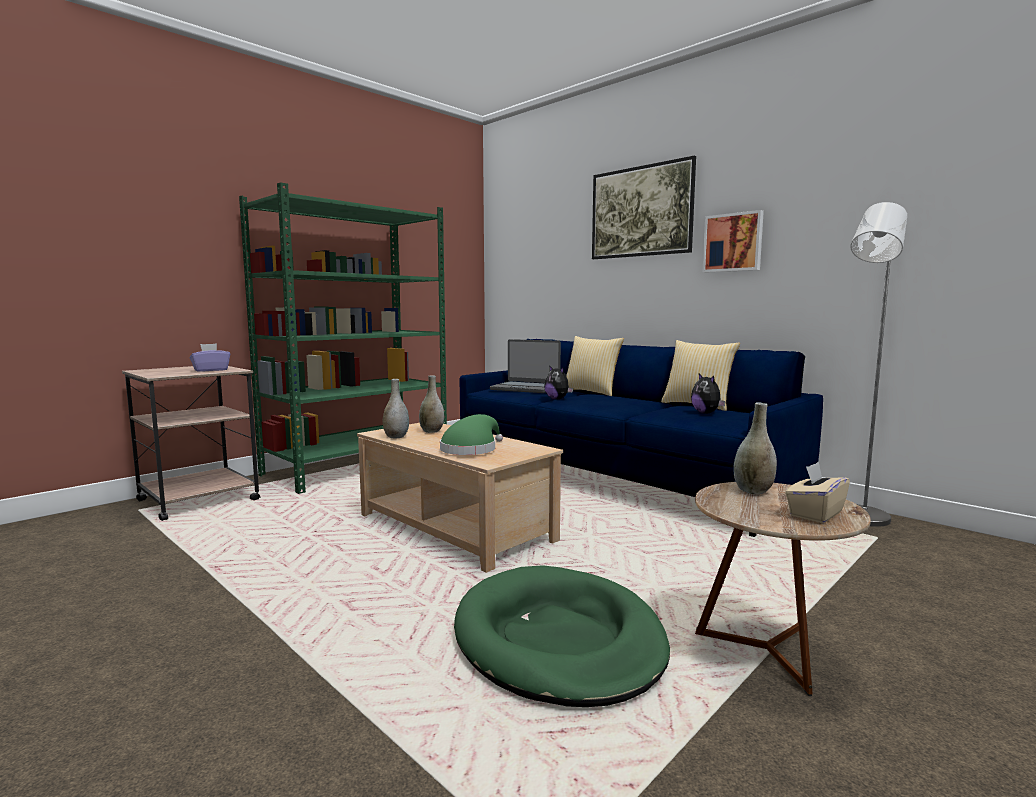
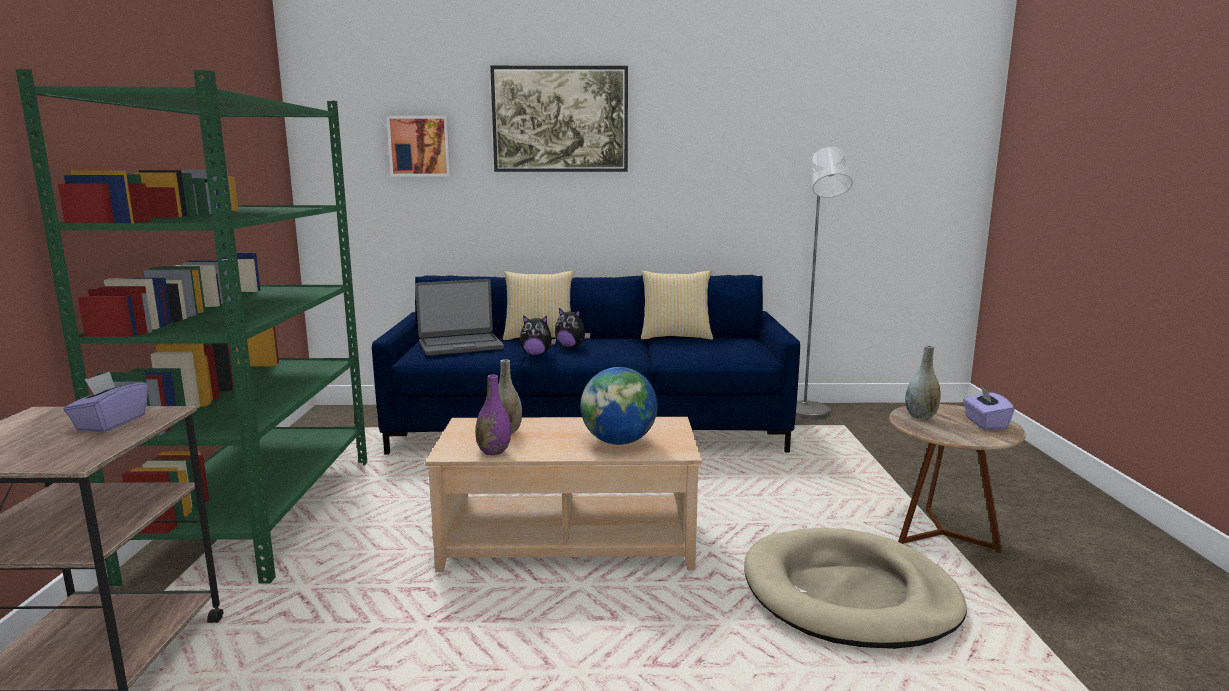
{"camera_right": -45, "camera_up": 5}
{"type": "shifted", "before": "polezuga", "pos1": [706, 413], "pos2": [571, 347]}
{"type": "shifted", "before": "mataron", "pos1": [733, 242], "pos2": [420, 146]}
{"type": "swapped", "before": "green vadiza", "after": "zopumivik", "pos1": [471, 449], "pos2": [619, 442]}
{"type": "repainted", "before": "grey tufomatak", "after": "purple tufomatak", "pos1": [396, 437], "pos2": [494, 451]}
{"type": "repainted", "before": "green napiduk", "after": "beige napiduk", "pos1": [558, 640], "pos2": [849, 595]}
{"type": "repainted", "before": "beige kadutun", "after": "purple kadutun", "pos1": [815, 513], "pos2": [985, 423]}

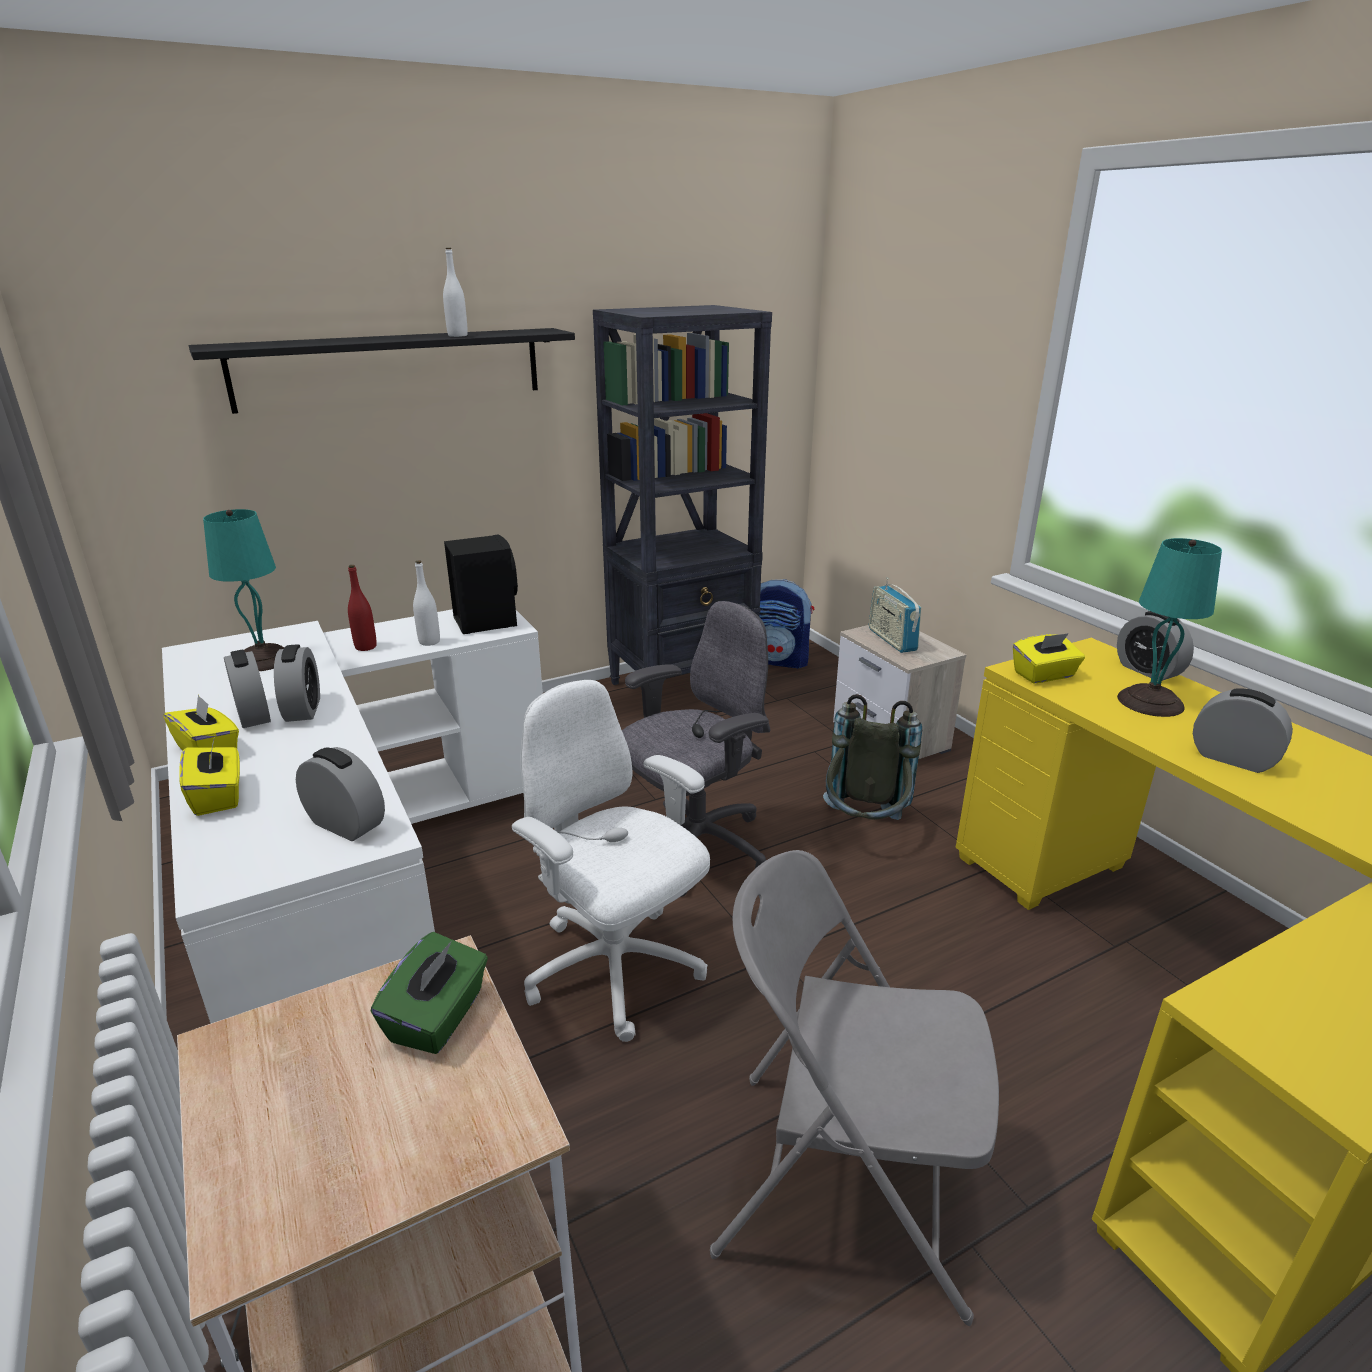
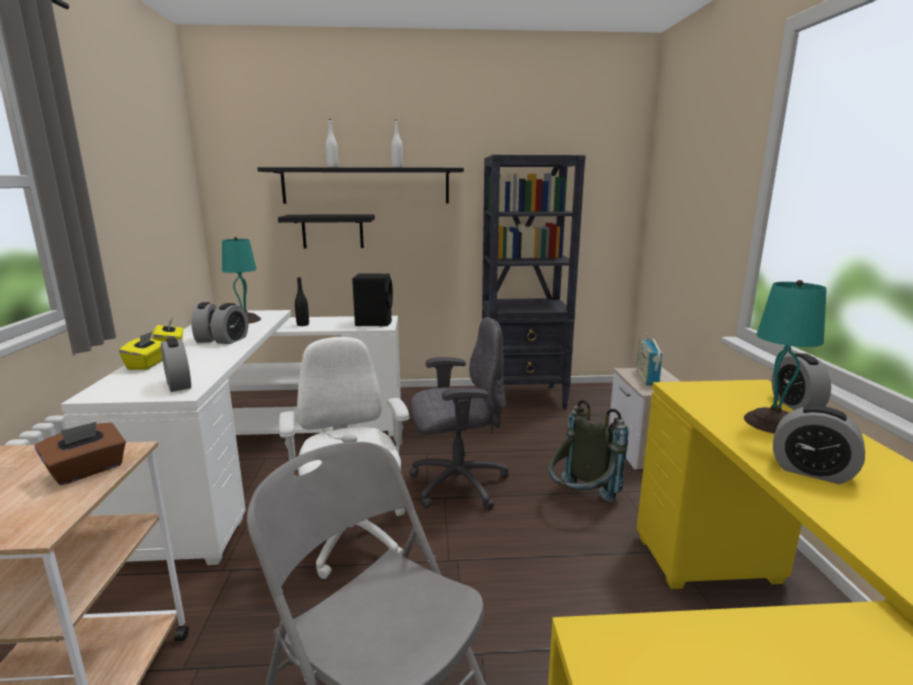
{"camera_right": 25, "camera_up": -10}
{"type": "gone", "before": "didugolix", "pos1": [779, 660]}
{"type": "gone", "before": "yellow kadutun", "pos1": [1044, 675]}
{"type": "new", "after": "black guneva", "pos2": [332, 231]}
{"type": "shifted", "before": "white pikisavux", "pos1": [429, 642], "pos2": [332, 167]}
{"type": "repainted", "before": "red pikisavux", "after": "black pikisavux", "pos1": [366, 647], "pos2": [303, 324]}
{"type": "repainted", "before": "green kadutun", "after": "brown kadutun", "pos1": [438, 1017], "pos2": [87, 470]}
{"type": "rotated", "before": "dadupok", "pos1": [1232, 758], "pos2": [811, 471], "turn": 150}

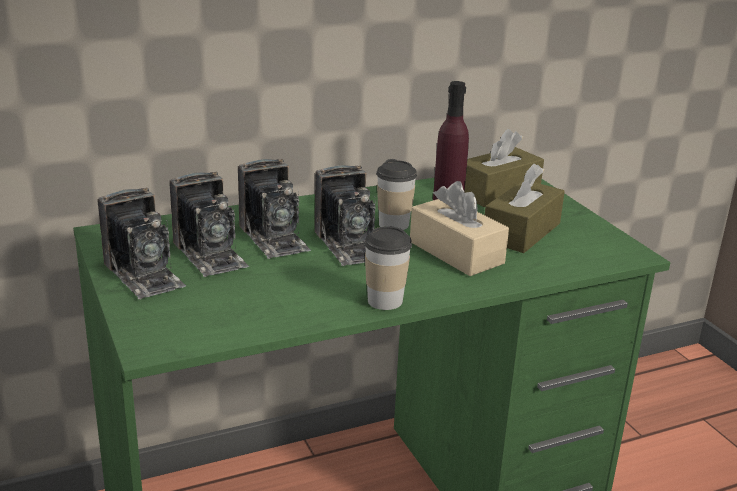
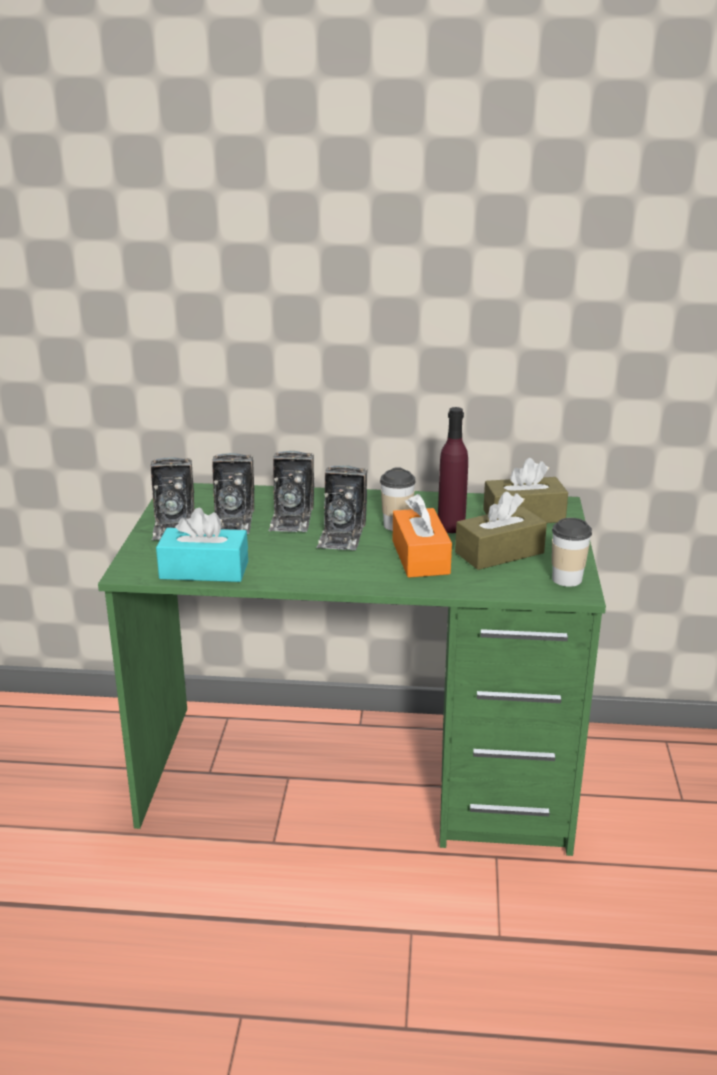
{"camera_right": 30, "camera_up": 0}
{"type": "new", "after": "turquoise kadutun", "pos2": [204, 570]}
{"type": "shifted", "before": "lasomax", "pos1": [385, 301], "pos2": [567, 579]}
{"type": "repainted", "before": "beige kadutun", "after": "orange kadutun", "pos1": [456, 252], "pos2": [420, 557]}

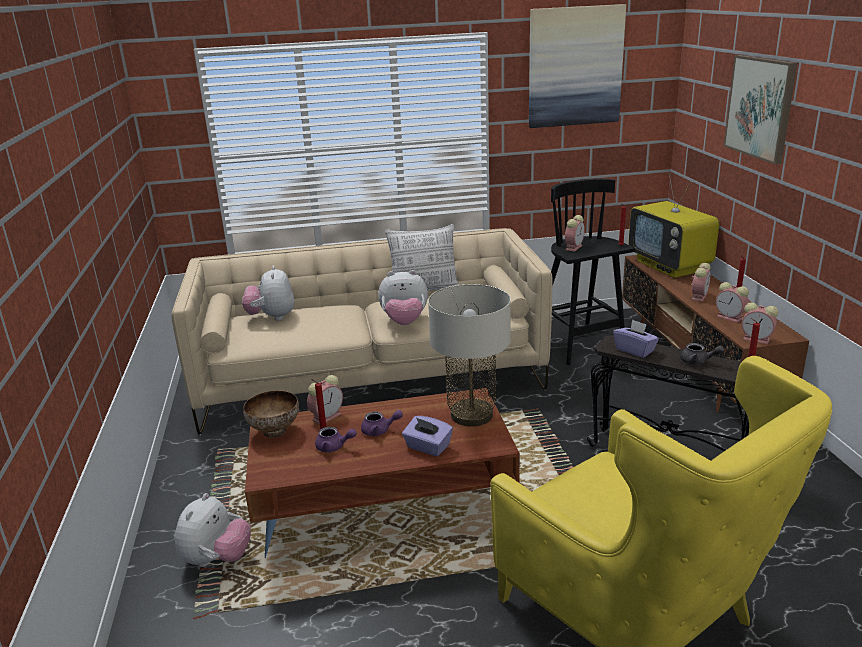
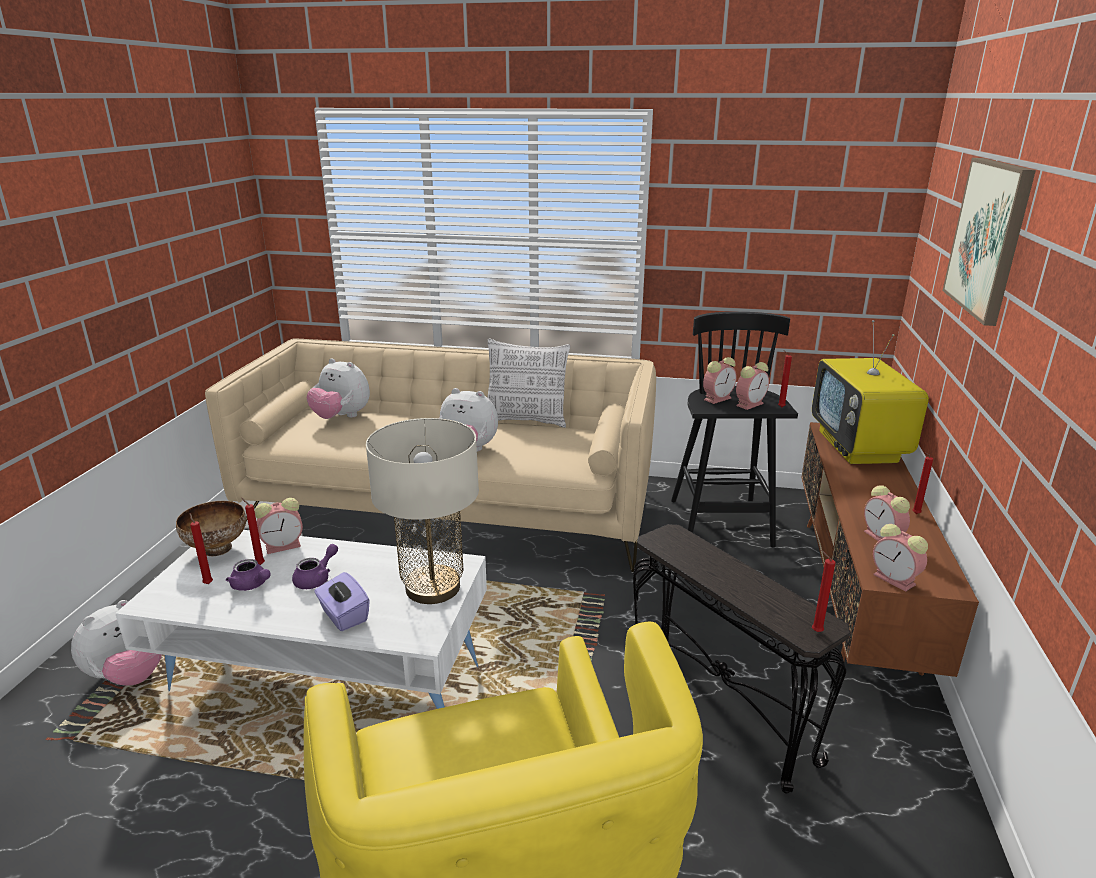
{"camera_right": 20, "camera_up": 0}
{"type": "gone", "before": "mataron", "pos1": [575, 67]}
{"type": "gone", "before": "purple kadutun", "pos1": [634, 350]}
{"type": "gone", "before": "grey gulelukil", "pos1": [698, 362]}
{"type": "new", "after": "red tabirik", "pos2": [208, 583]}
{"type": "shifted", "before": "dadupok", "pos1": [699, 296], "pos2": [750, 404]}
{"type": "repainted", "before": "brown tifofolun", "after": "white tifofolun", "pos1": [385, 514], "pos2": [327, 679]}
{"type": "rotated", "before": "polezuga", "pos1": [272, 317], "pos2": [341, 417], "turn": -75}
{"type": "rotated", "before": "purple gulelukil", "pos1": [380, 431], "pos2": [317, 579], "turn": -75}

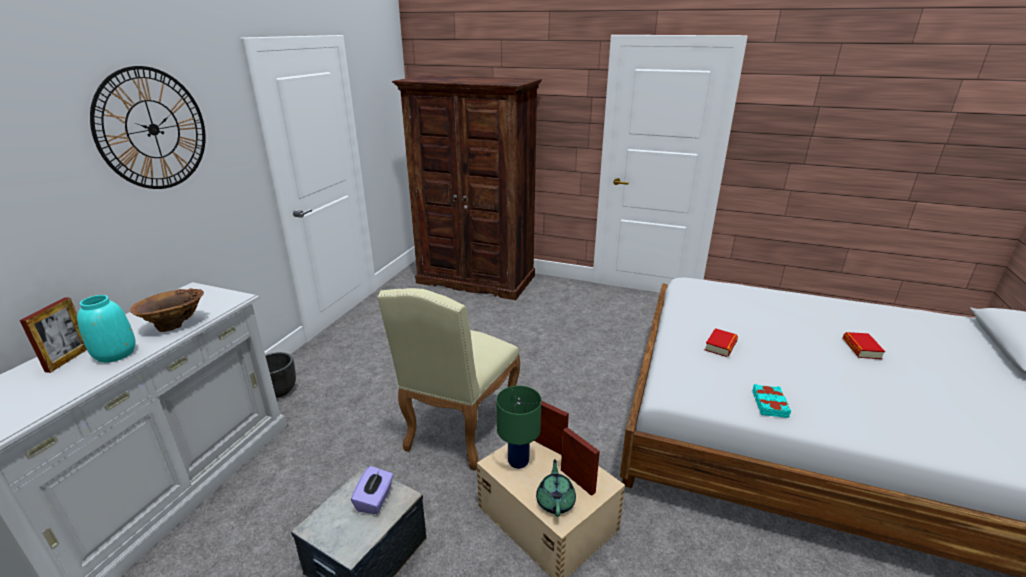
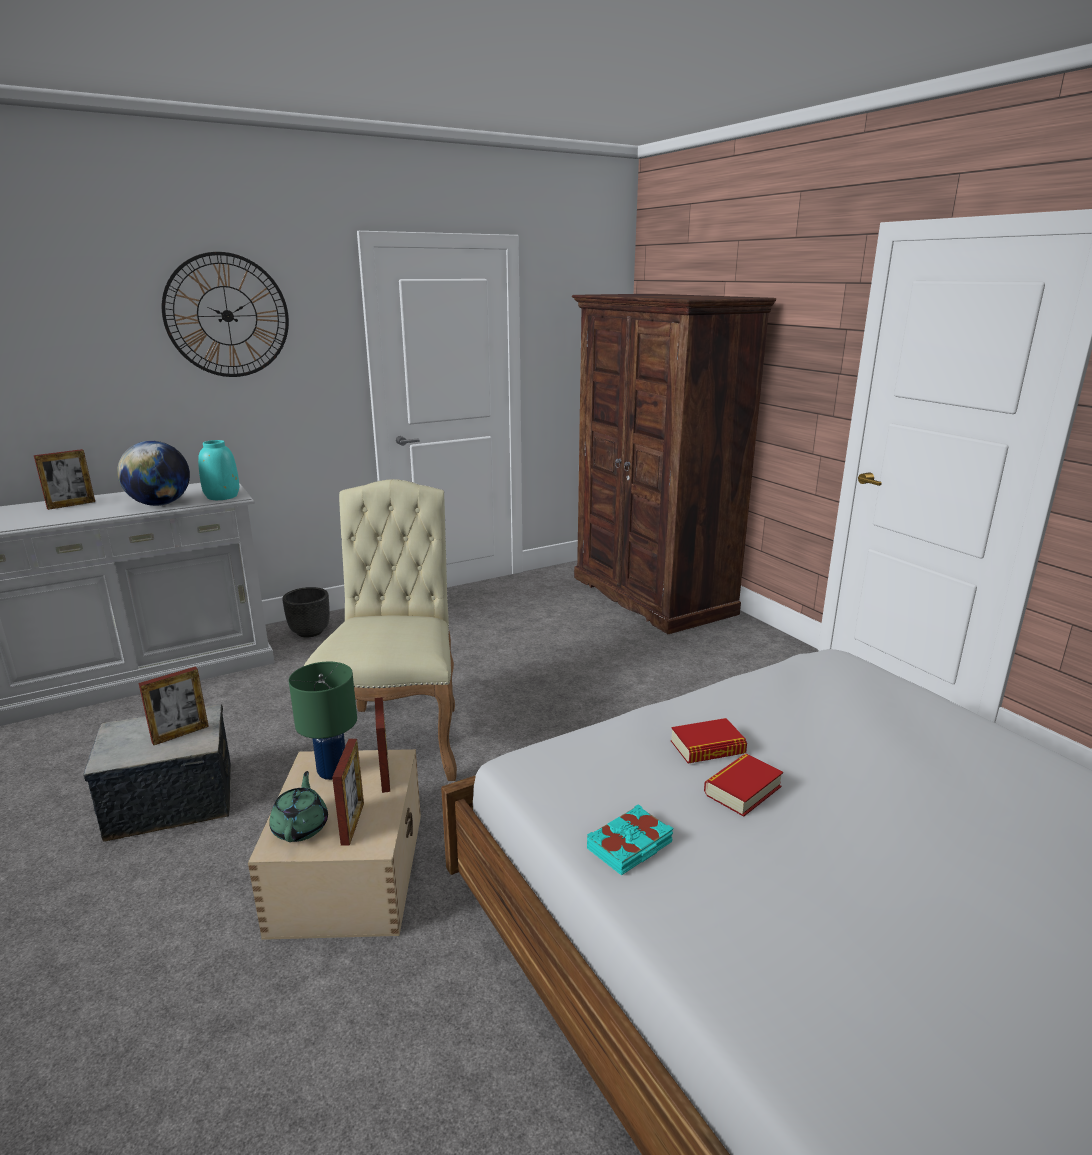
{"camera_right": 40, "camera_up": -5}
{"type": "shifted", "before": "turquoise tufomatak", "pos1": [115, 354], "pos2": [221, 496]}
{"type": "shifted", "before": "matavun", "pos1": [861, 349], "pos2": [742, 790]}
{"type": "swapped", "before": "brown tufomatak", "after": "zopumivik", "pos1": [176, 326], "pos2": [160, 504]}
{"type": "swapped", "before": "purple kadutun", "after": "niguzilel", "pos1": [375, 500], "pos2": [180, 734]}
{"type": "rotated", "before": "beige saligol", "pos1": [458, 430], "pos2": [397, 739], "turn": 120}
{"type": "rotated", "before": "green gulelukil", "pos1": [555, 501], "pos2": [301, 827], "turn": -45}

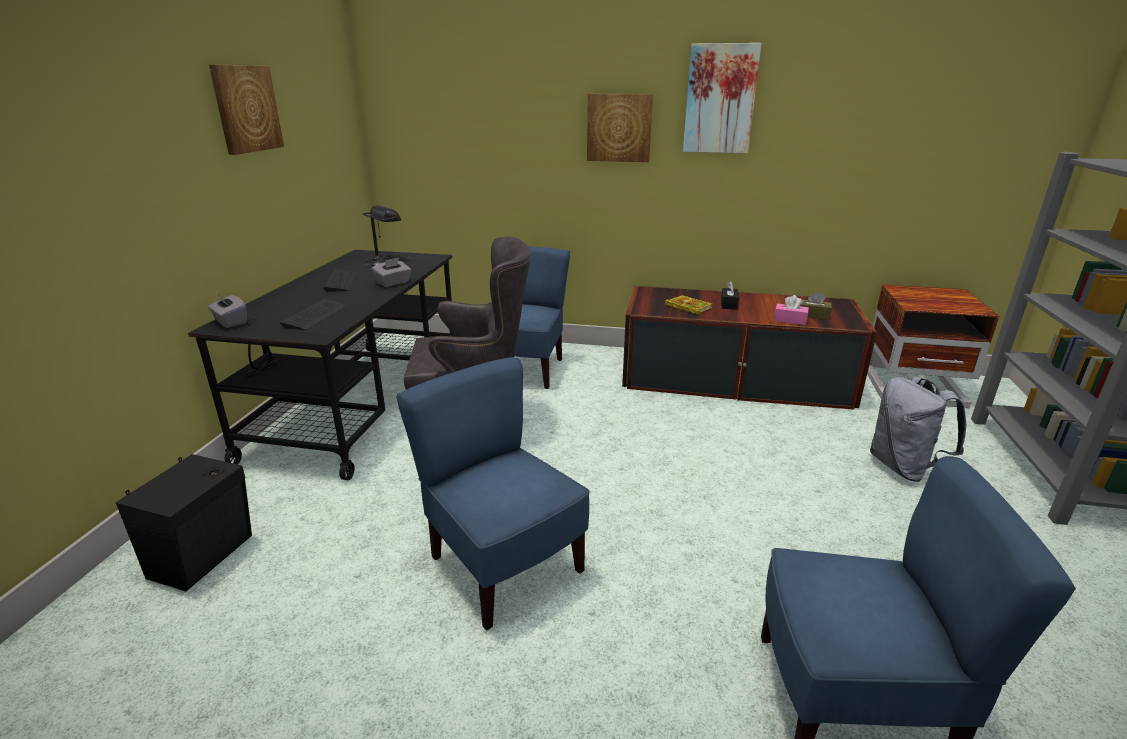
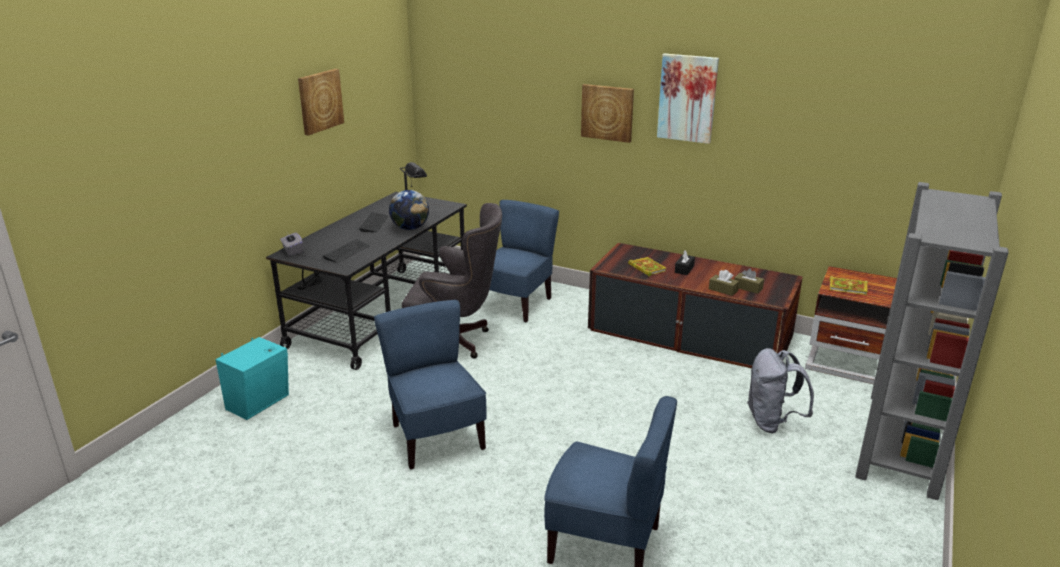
{"camera_right": 15, "camera_up": 0}
{"type": "new", "after": "matavun", "pos2": [849, 288]}
{"type": "swapped", "before": "grey kadutun", "after": "zopumivik", "pos1": [393, 283], "pos2": [410, 228]}
{"type": "repainted", "before": "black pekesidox", "after": "turquoise pekesidox", "pos1": [206, 556], "pos2": [260, 402]}
{"type": "repainted", "before": "pink kadutun", "after": "brown kadutun", "pos1": [790, 320], "pos2": [723, 290]}

